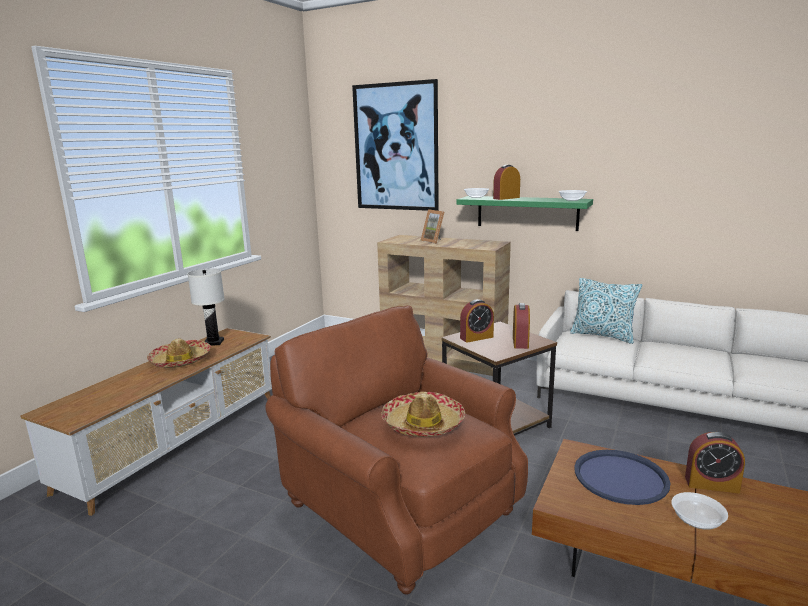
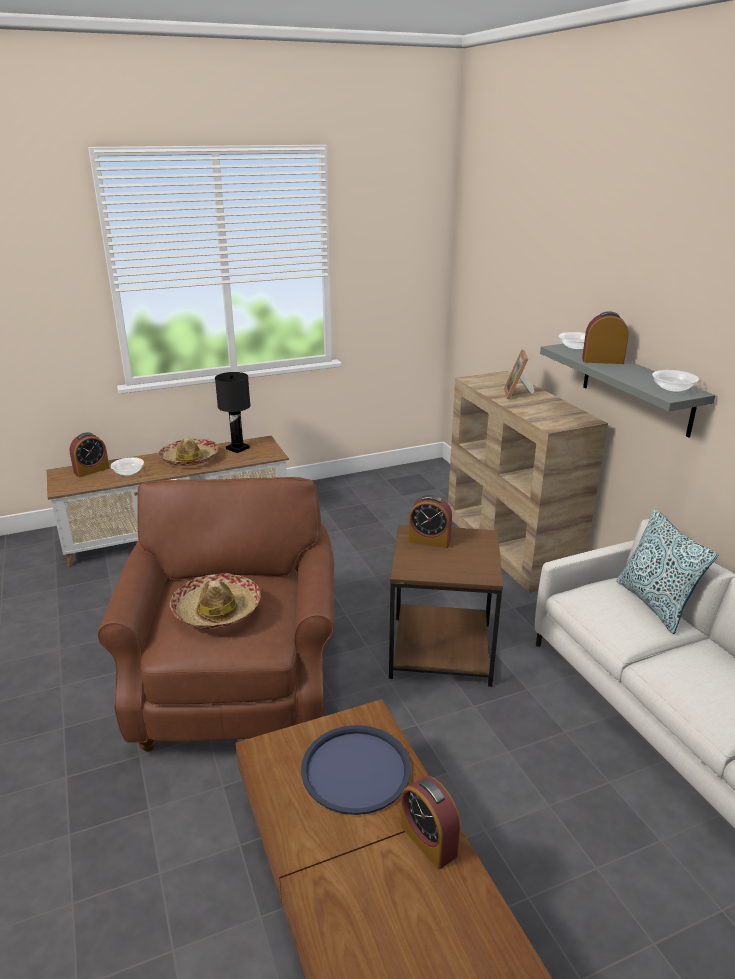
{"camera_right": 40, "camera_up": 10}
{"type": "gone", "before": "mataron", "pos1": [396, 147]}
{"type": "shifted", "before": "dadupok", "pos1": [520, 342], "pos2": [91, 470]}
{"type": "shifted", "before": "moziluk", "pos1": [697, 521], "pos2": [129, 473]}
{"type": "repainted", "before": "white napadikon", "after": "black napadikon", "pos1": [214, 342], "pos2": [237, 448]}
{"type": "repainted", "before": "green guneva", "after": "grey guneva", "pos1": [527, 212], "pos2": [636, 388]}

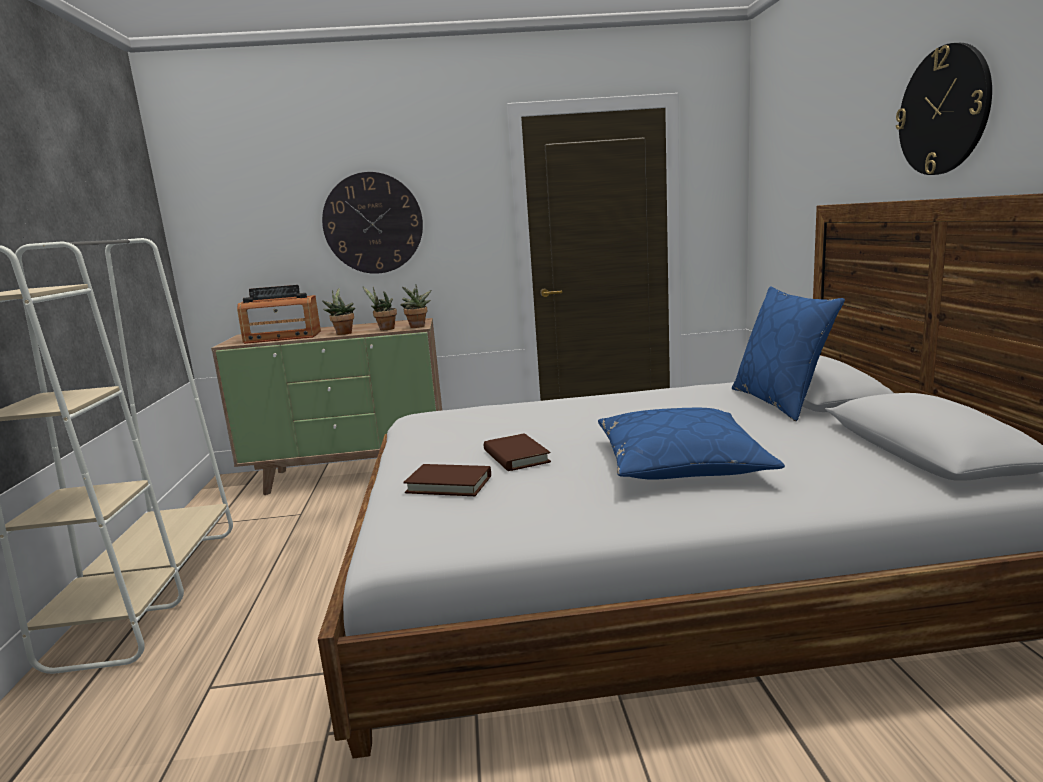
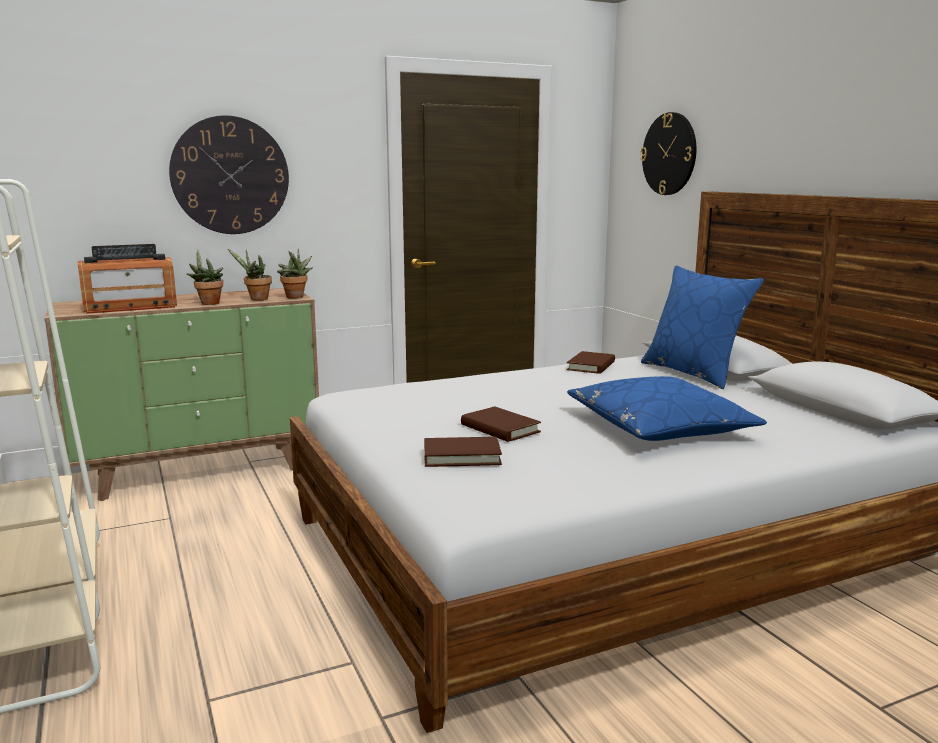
{"camera_right": -20, "camera_up": 0}
{"type": "new", "after": "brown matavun", "pos2": [591, 366]}
{"type": "shifted", "before": "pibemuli", "pos1": [943, 111], "pos2": [669, 154]}

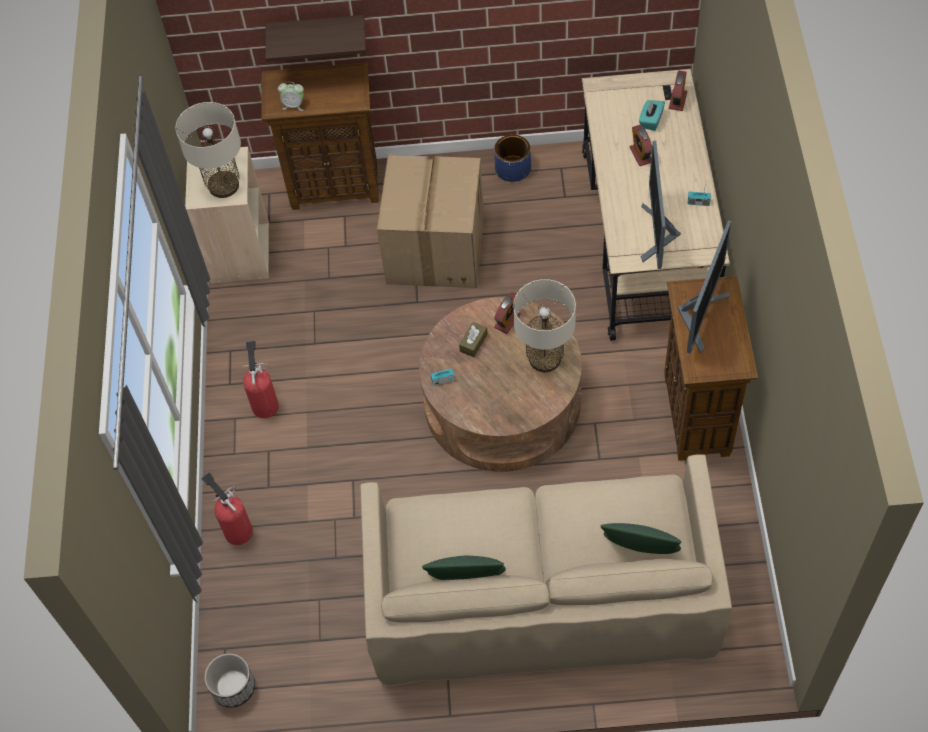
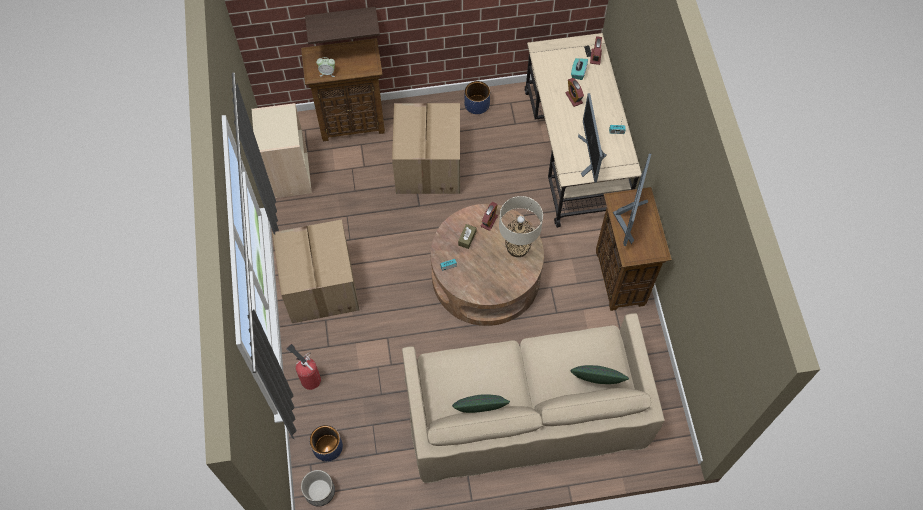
{"camera_right": -10, "camera_up": 5}
{"type": "gone", "before": "napadikon", "pos1": [224, 185]}
{"type": "new", "after": "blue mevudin", "pos2": [327, 447]}
{"type": "swapped", "before": "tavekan", "after": "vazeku", "pos1": [265, 403], "pos2": [319, 285]}

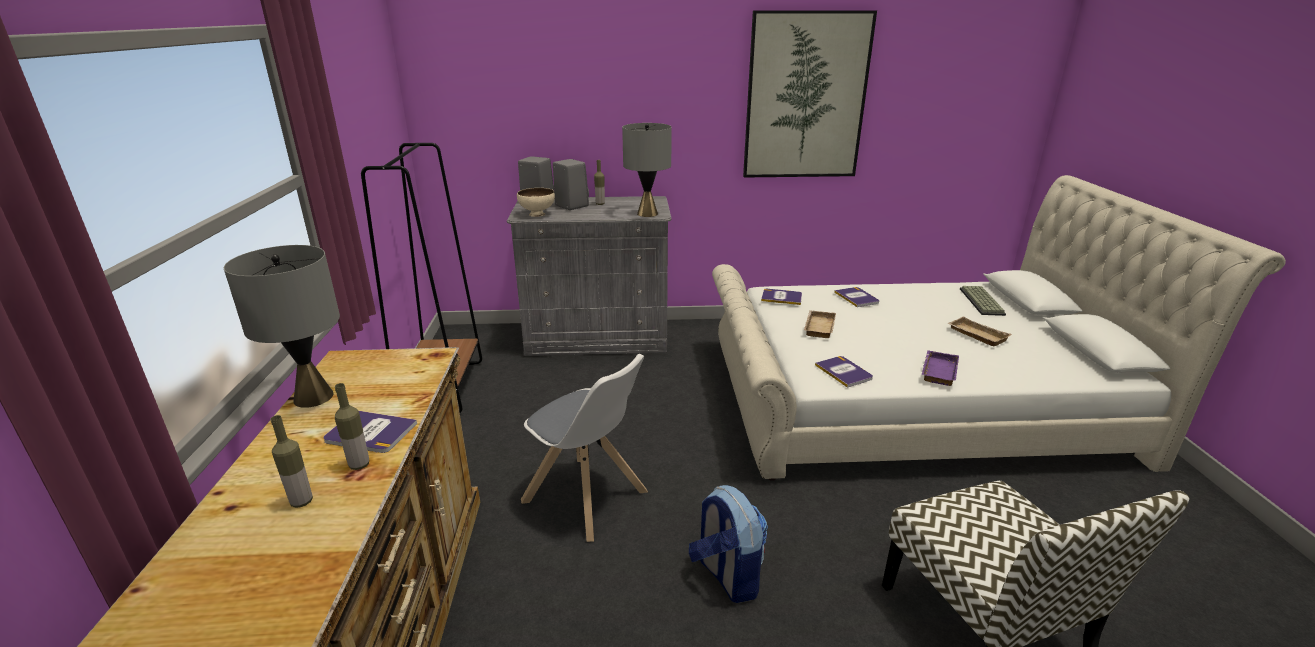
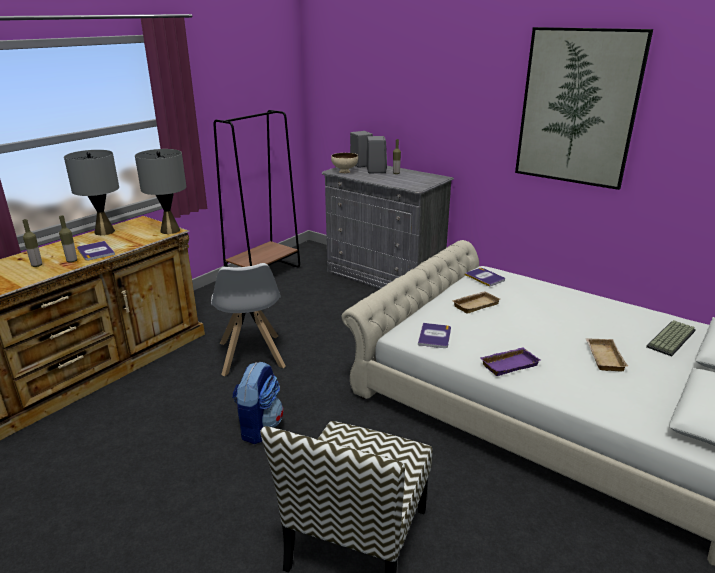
{"camera_right": 40, "camera_up": 0}
{"type": "gone", "before": "matavun", "pos1": [856, 297]}
{"type": "shifted", "before": "grey napadikon", "pos1": [647, 214], "pos2": [170, 230]}

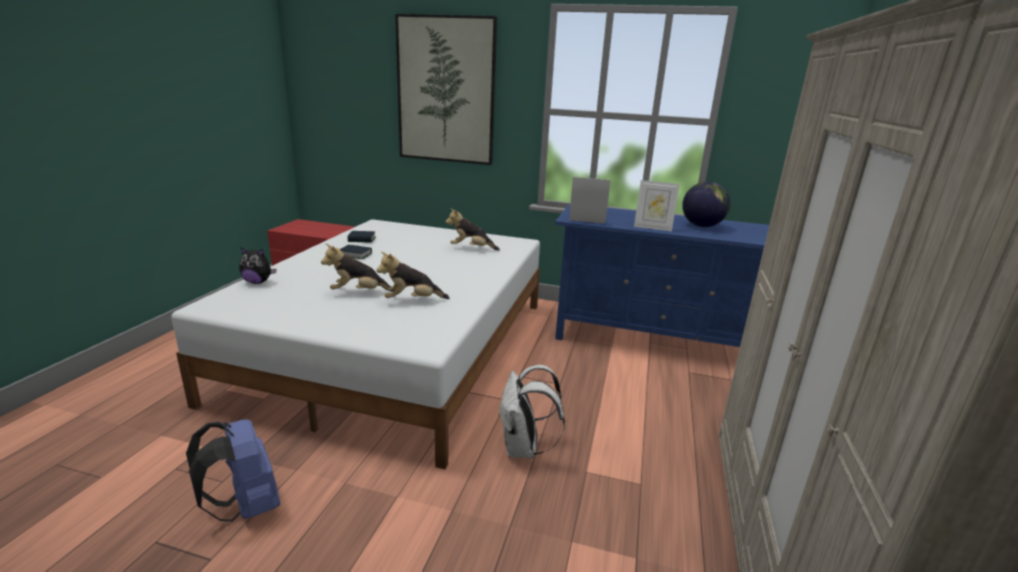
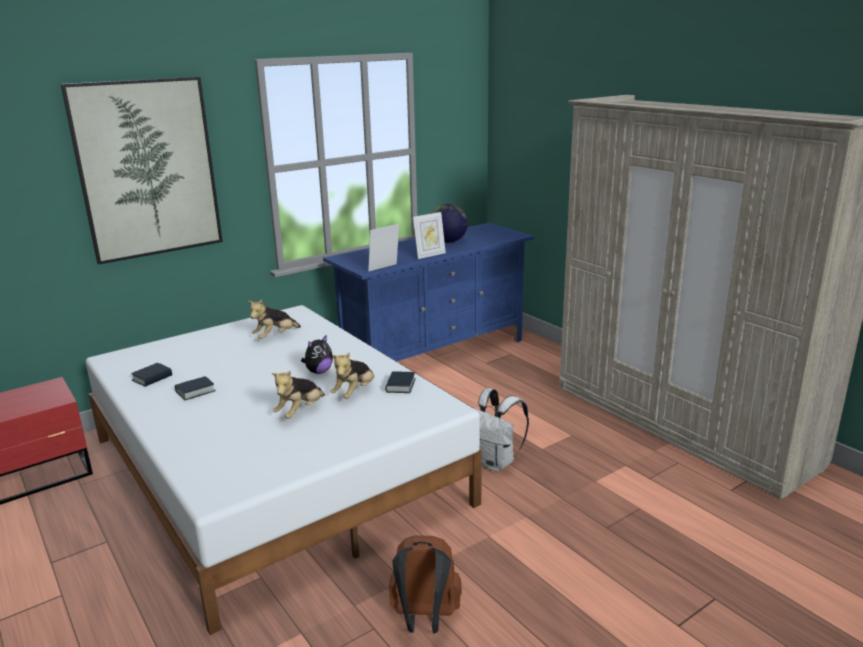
{"camera_right": -50, "camera_up": 0}
{"type": "new", "after": "matavun", "pos2": [400, 386]}
{"type": "shifted", "before": "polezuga", "pos1": [258, 282], "pos2": [318, 371]}
{"type": "repainted", "before": "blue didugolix", "after": "brown didugolix", "pos1": [246, 506], "pos2": [424, 619]}

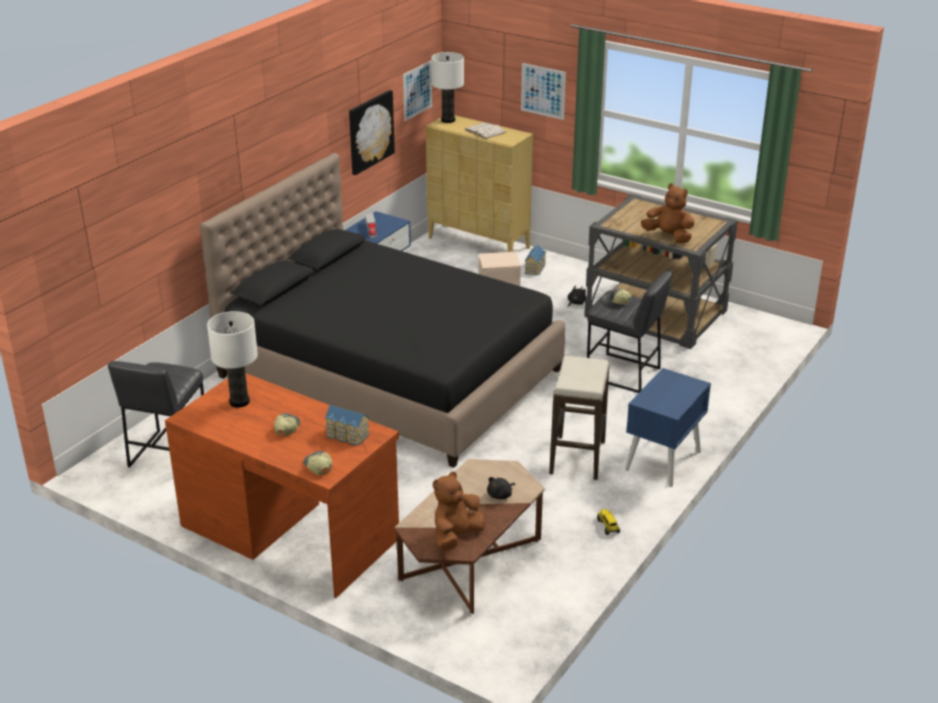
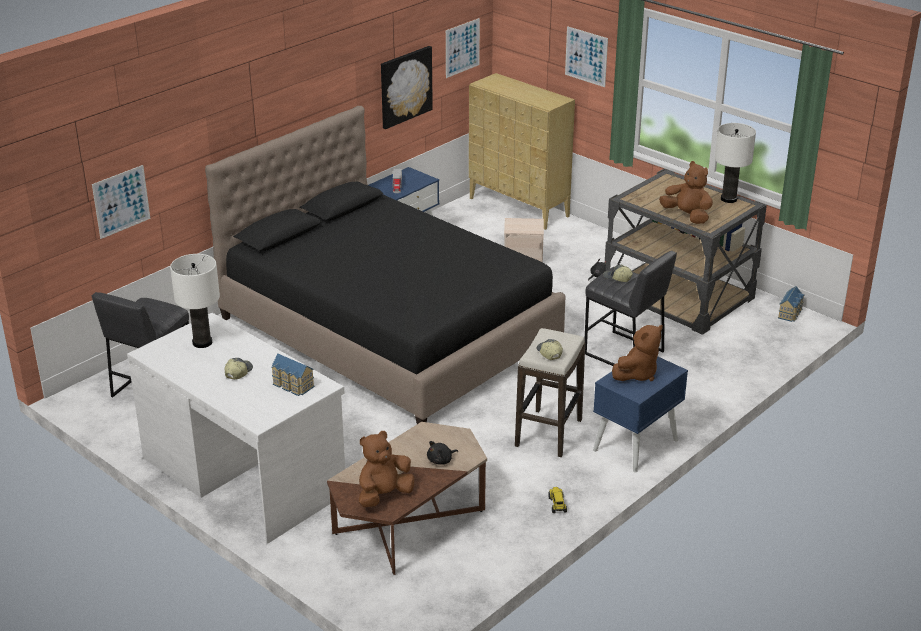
{"camera_right": 10, "camera_up": 0}
{"type": "gone", "before": "white matavun", "pos1": [485, 131]}
{"type": "new", "after": "mataron", "pos2": [121, 201]}
{"type": "new", "after": "brown polezuga", "pos2": [637, 374]}
{"type": "shifted", "before": "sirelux", "pos1": [317, 466], "pos2": [549, 353]}
{"type": "shifted", "before": "white napadikon", "pos1": [448, 120], "pos2": [729, 199]}
{"type": "shifted", "before": "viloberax", "pos1": [535, 268], "pos2": [790, 313]}
{"type": "repainted", "before": "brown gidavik", "after": "white gidavik", "pos1": [290, 531], "pos2": [244, 474]}

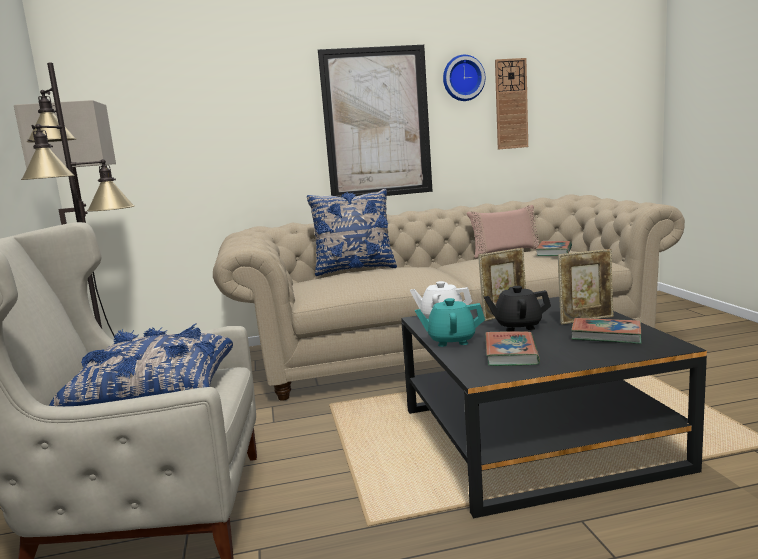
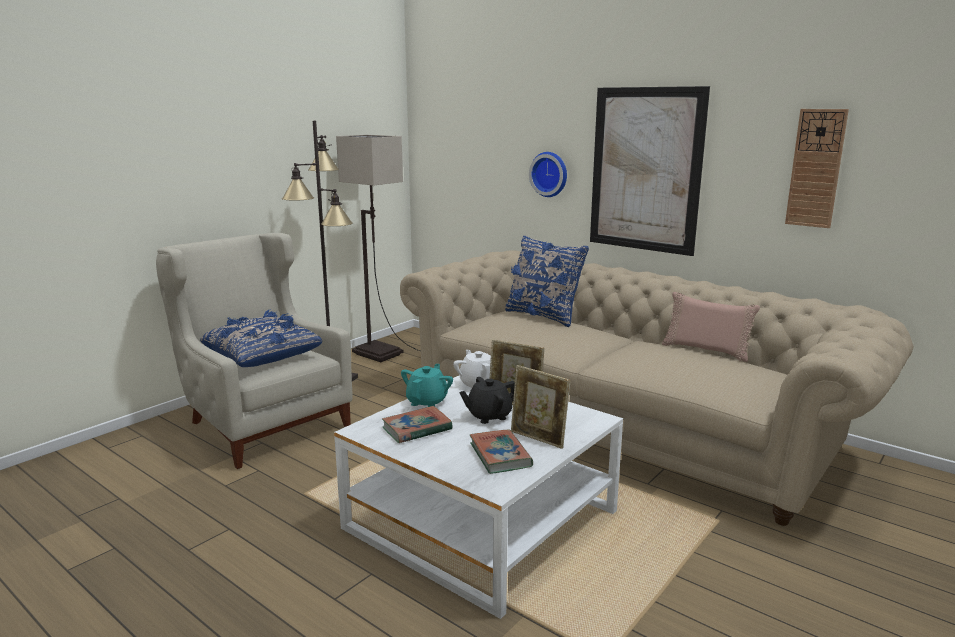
{"camera_right": 50, "camera_up": 5}
{"type": "gone", "before": "matavun", "pos1": [554, 252]}
{"type": "shifted", "before": "pibemuli", "pos1": [462, 78], "pos2": [550, 174]}
{"type": "repainted", "before": "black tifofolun", "after": "white tifofolun", "pos1": [534, 437], "pos2": [481, 520]}
{"type": "rotated", "before": "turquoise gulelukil", "pos1": [451, 341], "pos2": [427, 402], "turn": 60}
{"type": "rotated", "before": "black gulelukil", "pos1": [517, 326], "pos2": [489, 416], "turn": -75}

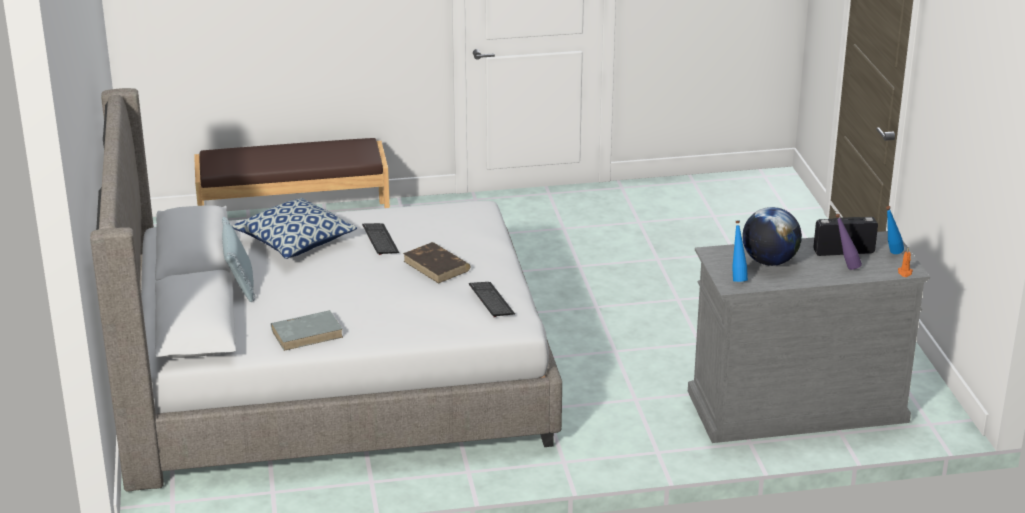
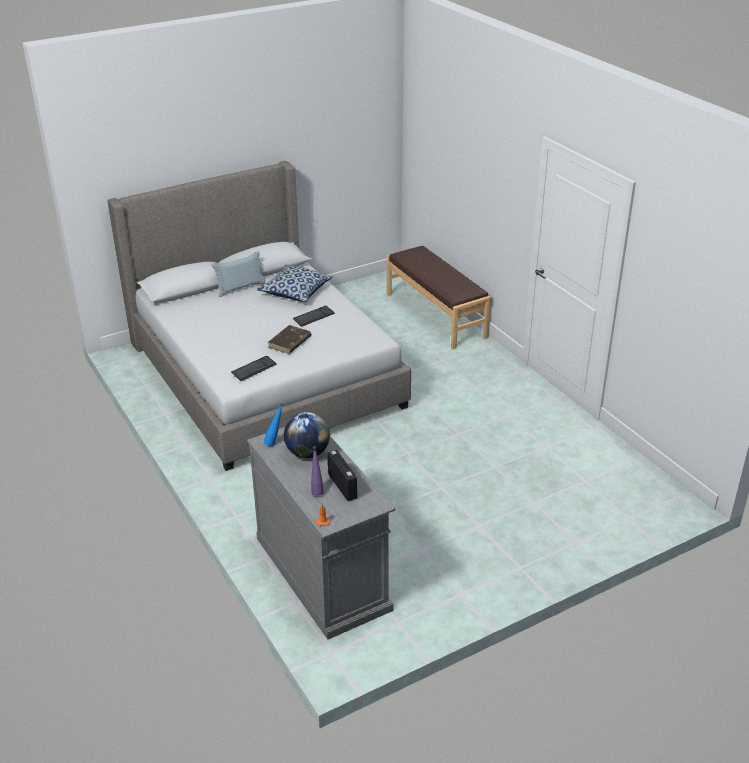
{"camera_right": 70, "camera_up": 5}
{"type": "gone", "before": "grey matavun", "pos1": [307, 333]}
{"type": "gone", "before": "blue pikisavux", "pos1": [891, 254]}

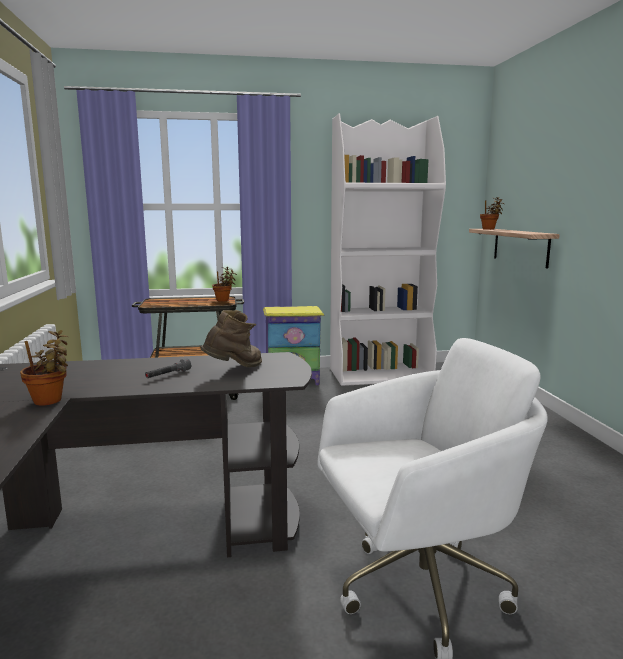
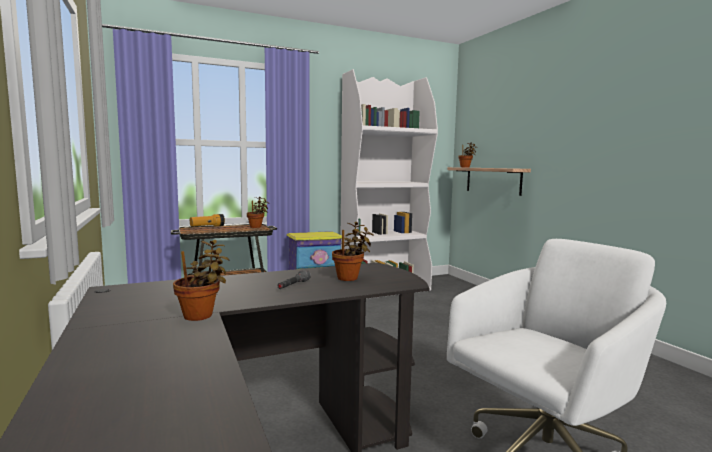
{"camera_right": -15, "camera_up": -5}
{"type": "new", "after": "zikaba", "pos2": [207, 227]}
{"type": "swapped", "before": "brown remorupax", "after": "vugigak", "pos1": [235, 369], "pos2": [350, 278]}

